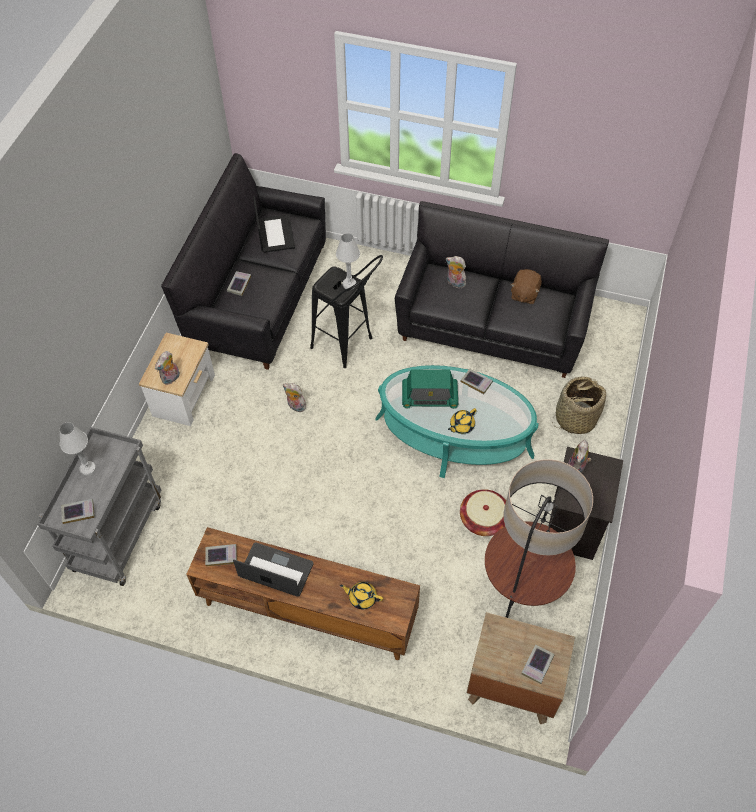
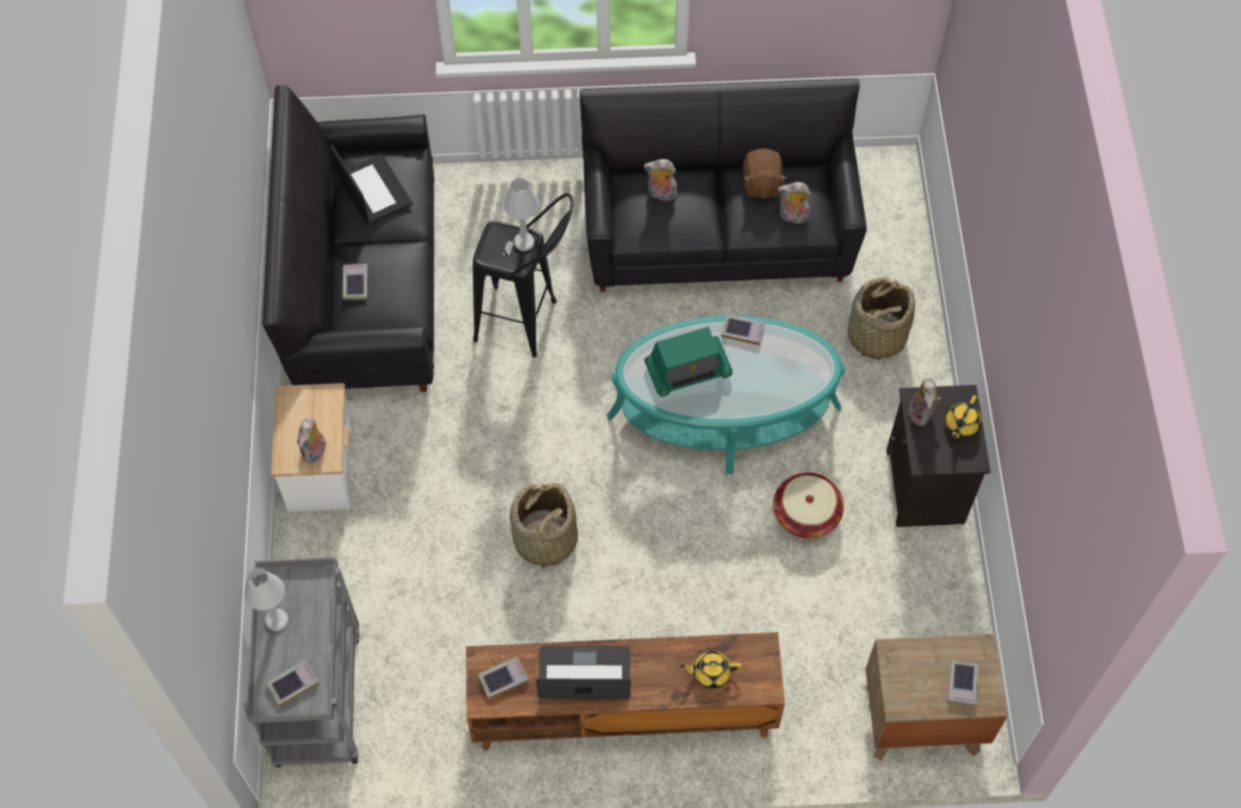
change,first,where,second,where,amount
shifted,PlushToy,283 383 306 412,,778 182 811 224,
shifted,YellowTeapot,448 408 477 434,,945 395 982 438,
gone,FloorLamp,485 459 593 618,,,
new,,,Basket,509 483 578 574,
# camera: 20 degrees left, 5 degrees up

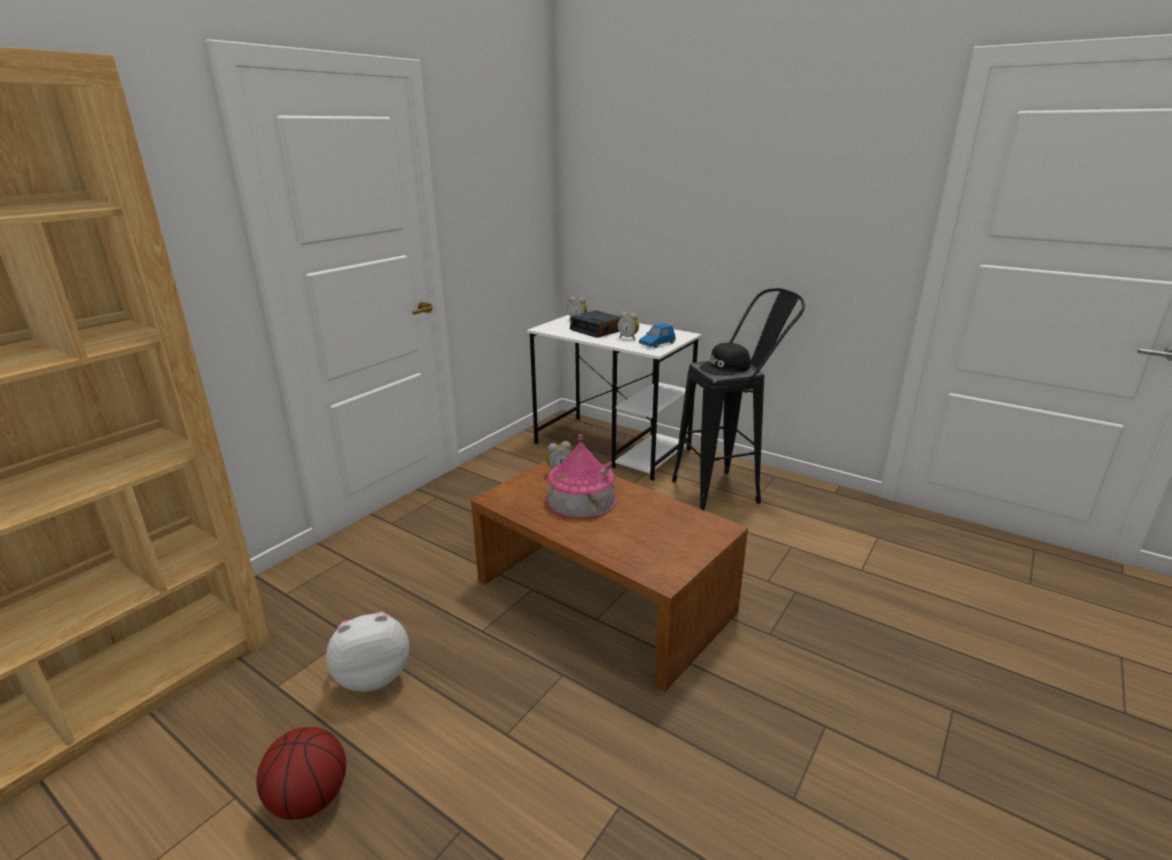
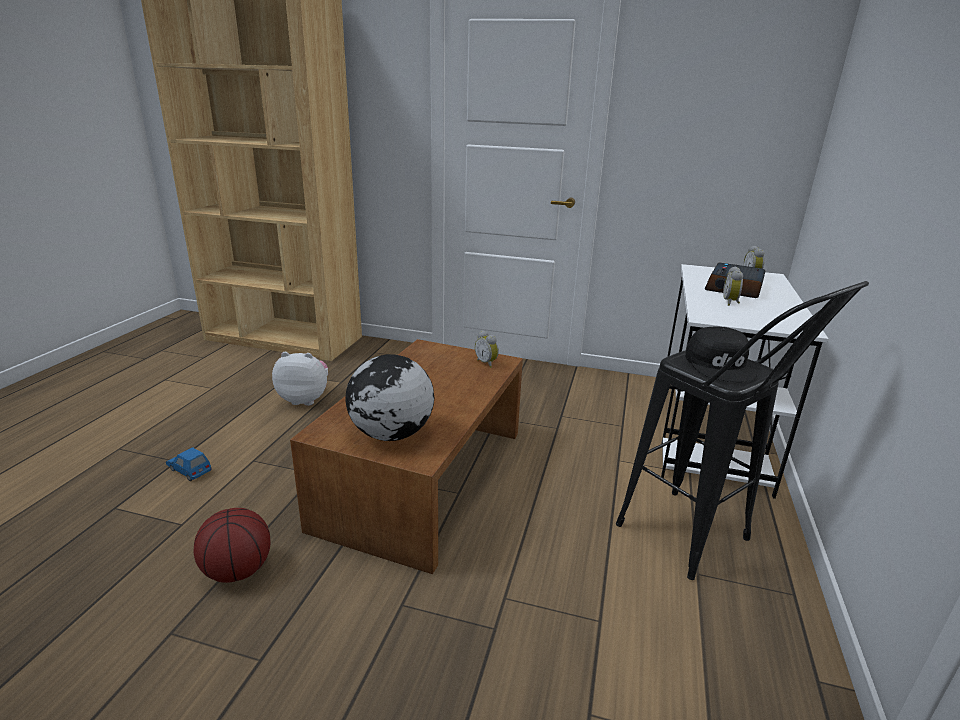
change,first,where,second,where,amount
shifted,Basketball,256 727 346 820,,194 508 271 583,
rotated,PlushToy,326 612 409 692,,272 352 328 406,45 degrees counterclockwise
gone,ToyHouse,545 434 617 519,,,
shifted,BlueToyCar,639 323 675 348,,166 447 212 481,
rotated,BlackCap,699 343 751 375,,685 327 757 382,135 degrees counterclockwise
new,,,Globe,345 354 434 441,
# camera: 70 degrees right, 0 degrees up

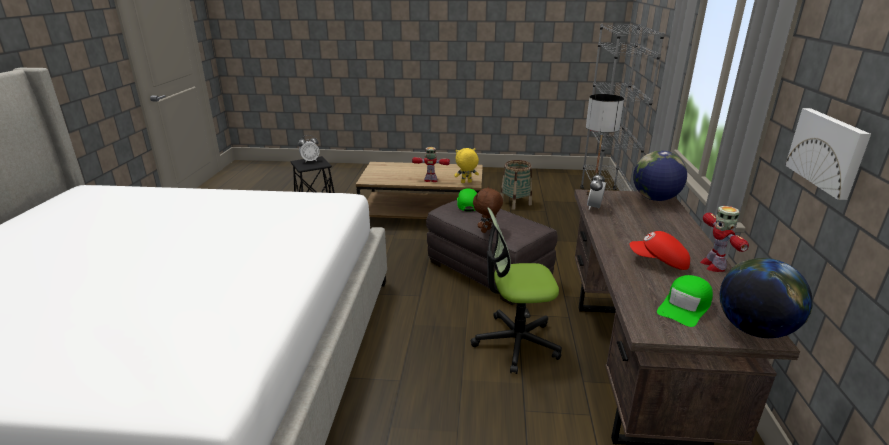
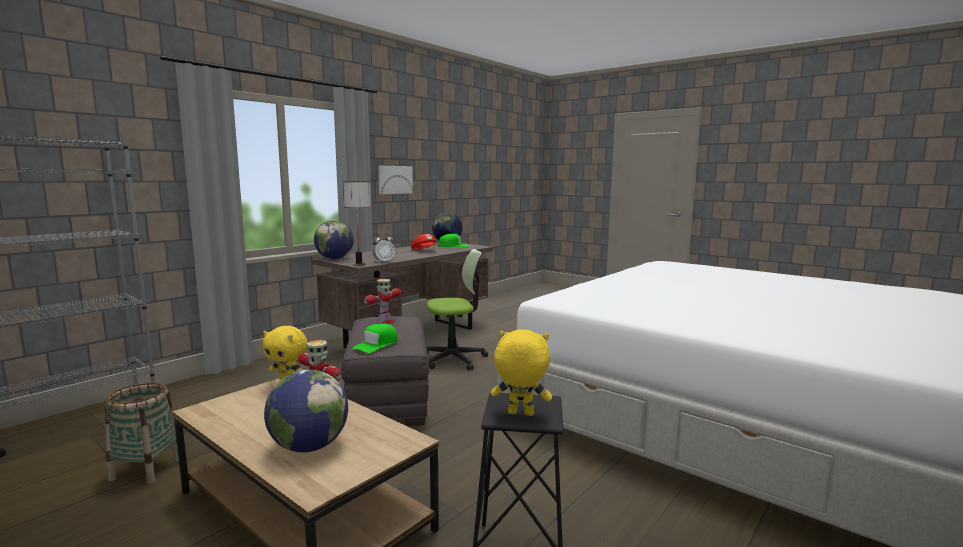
change,first,where,second,where,amount
swapped,AlarmClock,298 135 320 163,YellowPlushToy,491 329 552 416,
rotated,OfficeChair,471 207 562 374,,426 249 488 371,45 degrees counterclockwise
gone,BrownPlushToy,473 187 503 233,,,
shifted,ToyRobot,700 206 749 272,,364 279 401 324,
new,,,Globe,264 369 348 452,
# camera: 145 degrees left, 15 degrees down

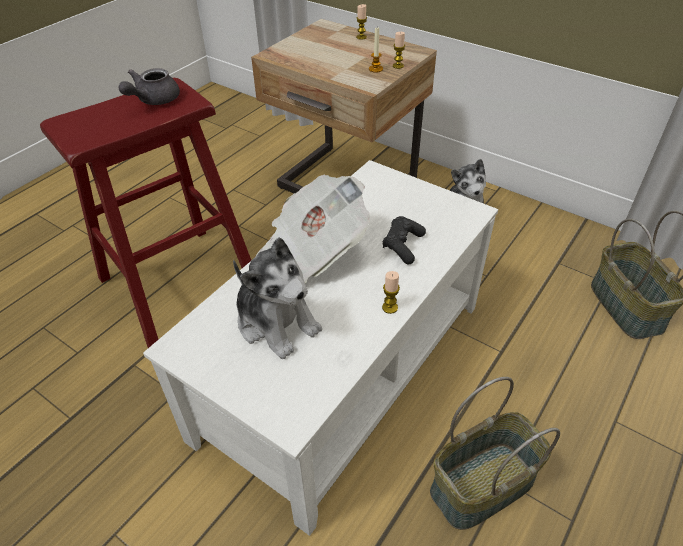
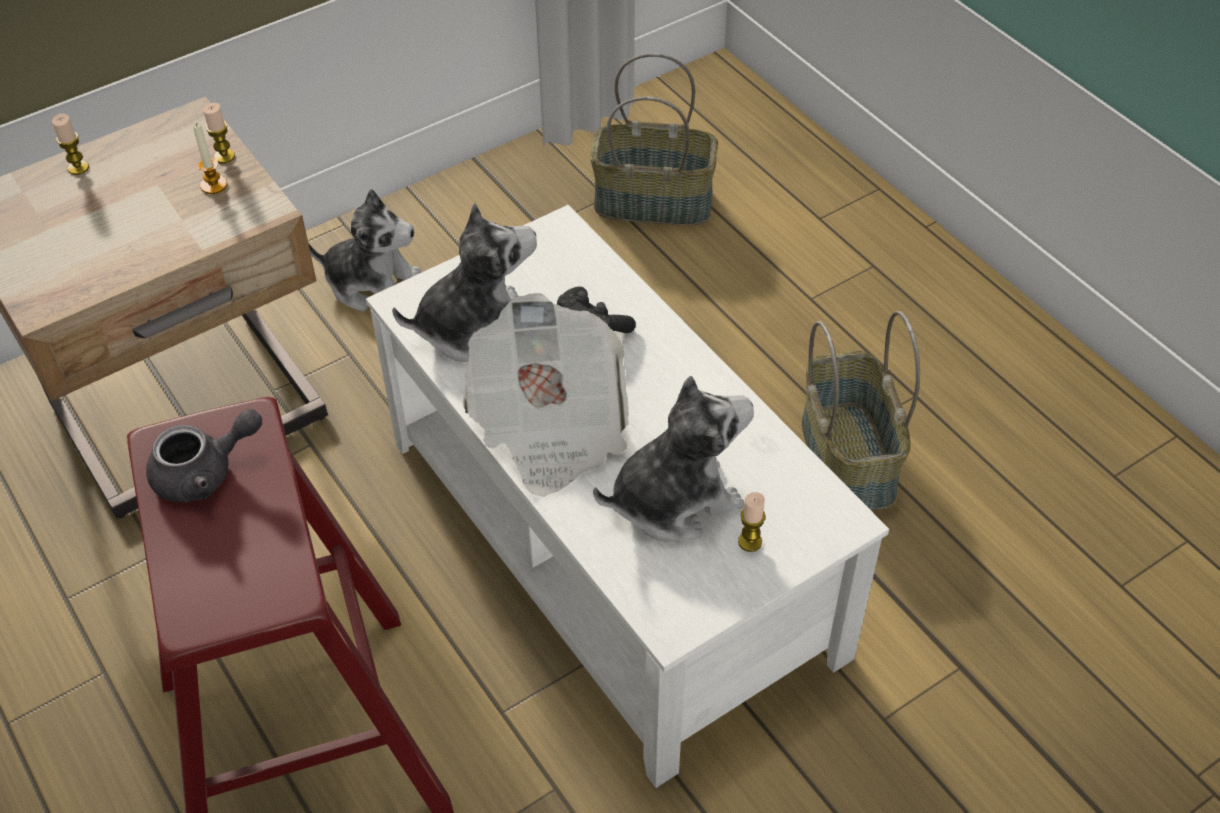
change,first,where,second,where,amount
rotated,GreyTeapot,119 68 180 105,,146 409 263 502,75 degrees counterclockwise
shifted,Candle,382 271 400 314,,738 492 766 552,
new,,,PlushToy,392 203 537 362,
# camera: 70 degrees left, 5 degrees up

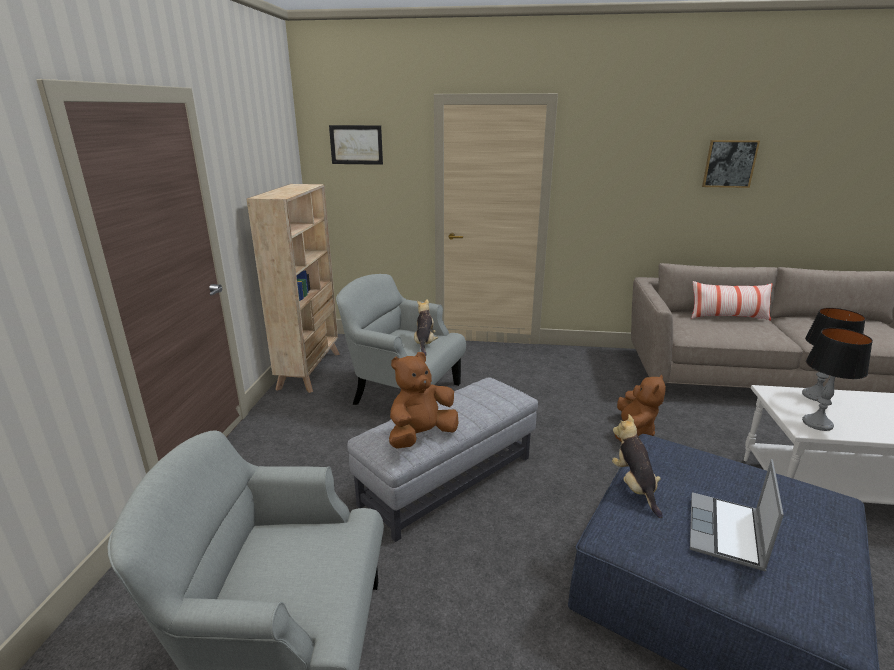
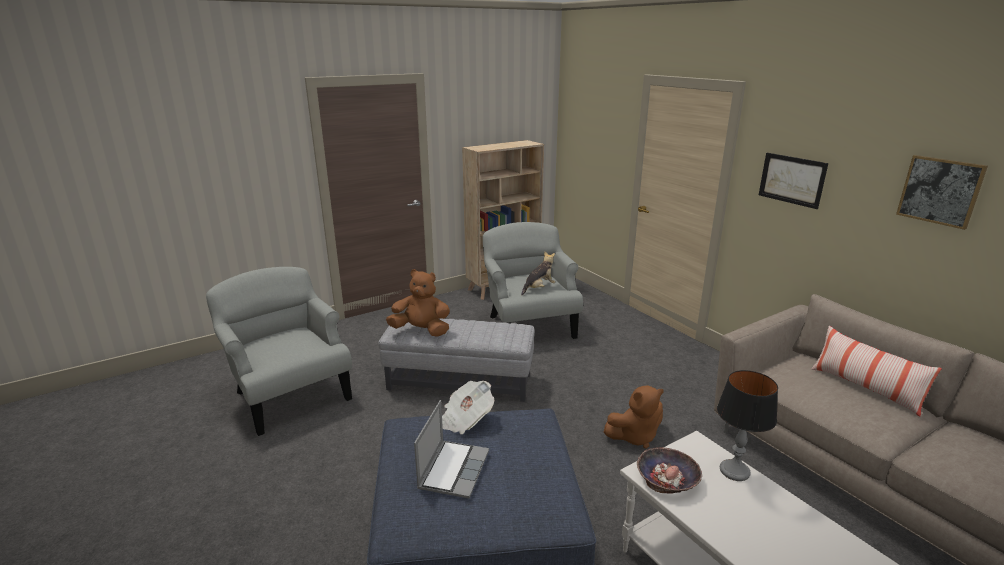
change,first,where,second,where,amount
shifted,Picture,329 125 383 165,,759 153 828 209,
swapped,PlushToy,612 414 663 518,Newspaper,442 381 494 434,
rotated,Laptop,690 459 784 572,,414 400 489 498,120 degrees clockwise
swapped,TableLamp,802 328 873 431,Bowl,637 448 702 494,
# camera: 50 degrees right, 0 degrees up

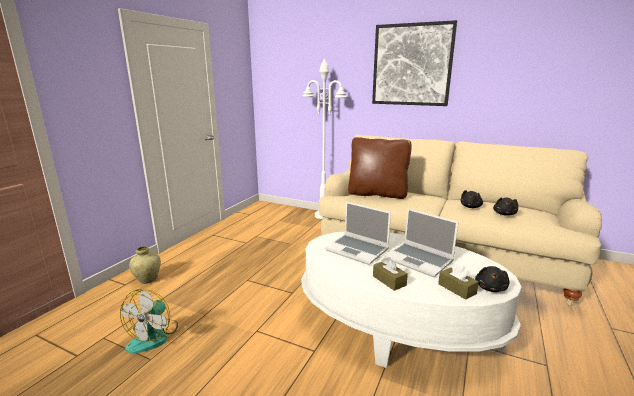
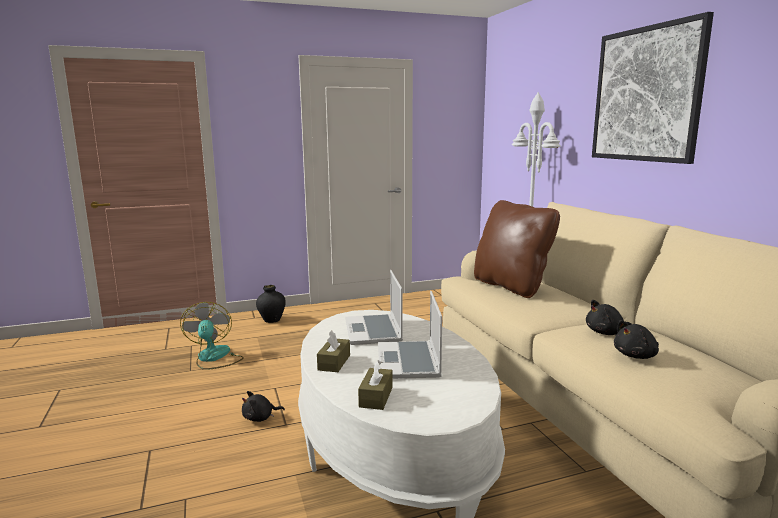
change,first,where,second,where,amount
rotated,Fan,120 289 178 353,,180 302 244 370,105 degrees clockwise
repainted,BeigeVase,129 246 161 284,BlackVase,256 285 286 323,
shifted,BlackPlushToy,475 266 510 292,,242 391 285 422,
# camera: 45 degrees right, 5 degrees down

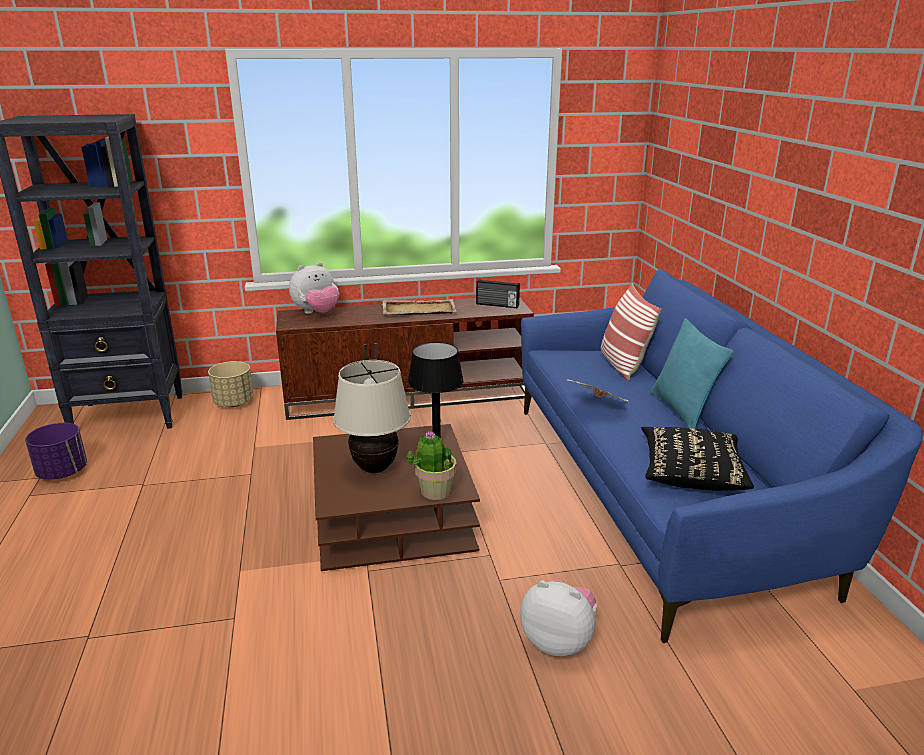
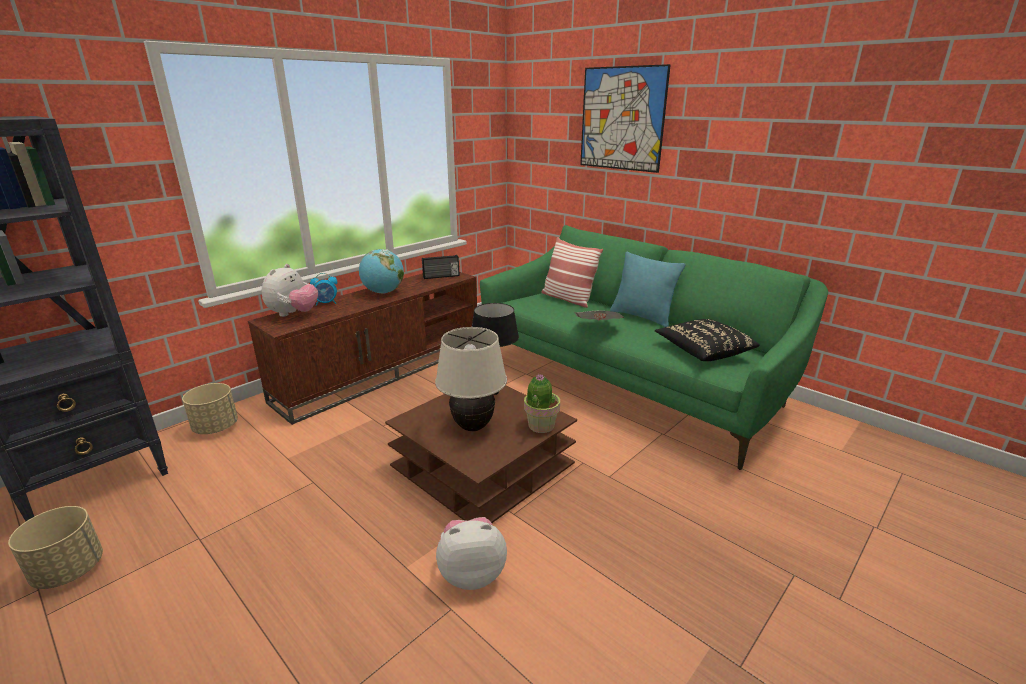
change,first,where,second,where,amount
repainted,PurplePlanter,25 423 87 480,BeigePlanter,8 506 103 589,
swapped,BeigeTray,383 299 457 315,Globe,359 249 404 294,
shifted,PlushToy,520 579 597 656,,436 517 507 590,
repainted,BlueSofa,521 269 923 643,GreenSofa,480 225 828 470,
new,,,AlarmClock,310 273 337 306,
new,,,Picture,580 64 671 173,
# camera: 35 degrees left, 0 degrees up

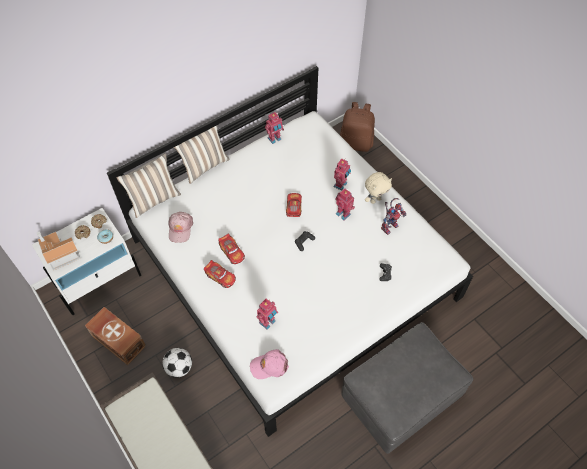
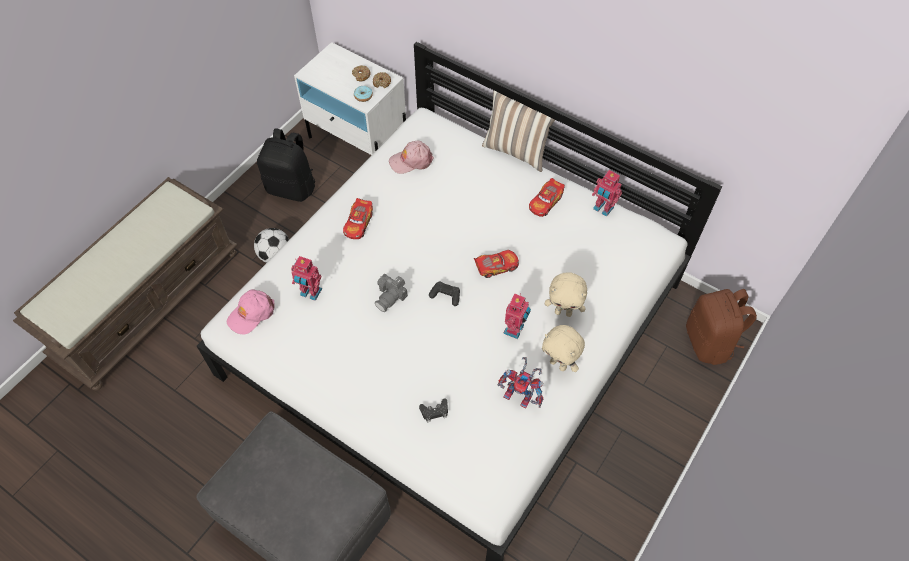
change,first,where,second,where,amount
gone,ToyHouse,37 231 80 270,,,
swapped,BrownStorageBox,85 307 146 365,BlackBackpack,257 128 315 202,
gone,Pillow,117 153 181 218,,,
shifted,ToyCar,218 234 245 264,,529 178 565 217,
rotated,PinkCap,250 349 289 379,,227 289 275 334,105 degrees counterclockwise
swapped,ToyRobot,333 158 351 191,BeigePlushToy,545 272 587 317,
new,,,PhotoCamera,375 274 408 312,
# camera: 70 degrees right, 0 degrees up

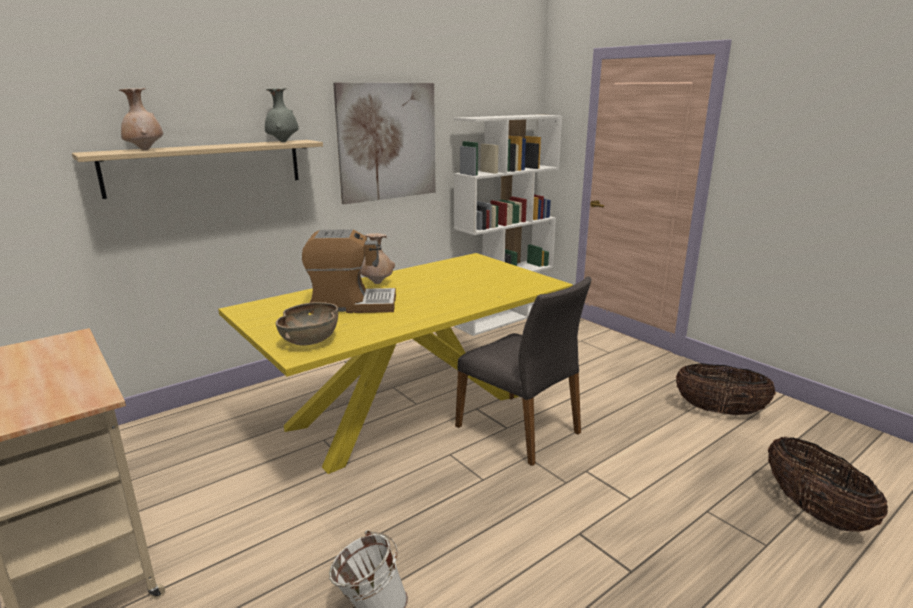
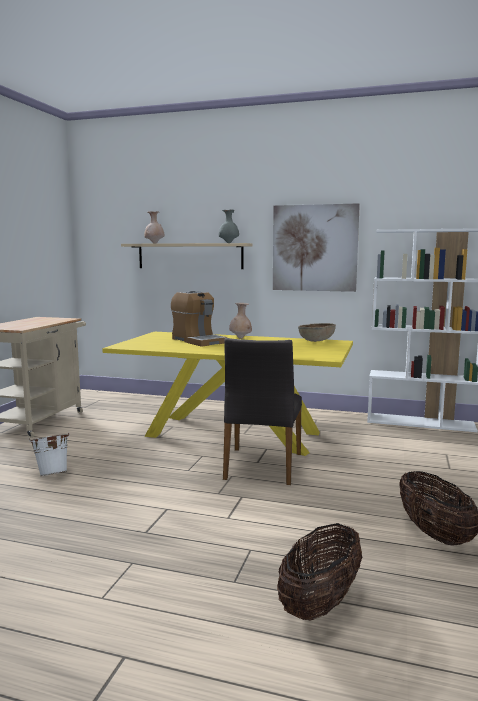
change,first,where,second,where,amount
shifted,BrownBowl,276 302 338 345,,298 323 336 342,
# camera: 55 degrees right, 10 degrees down

